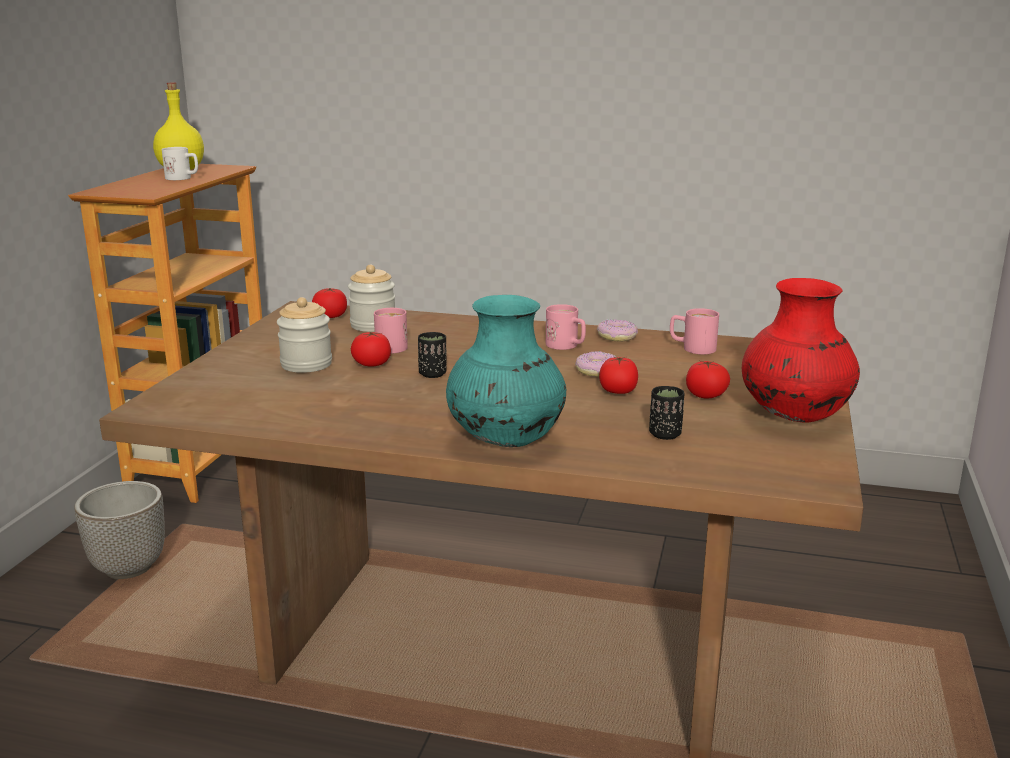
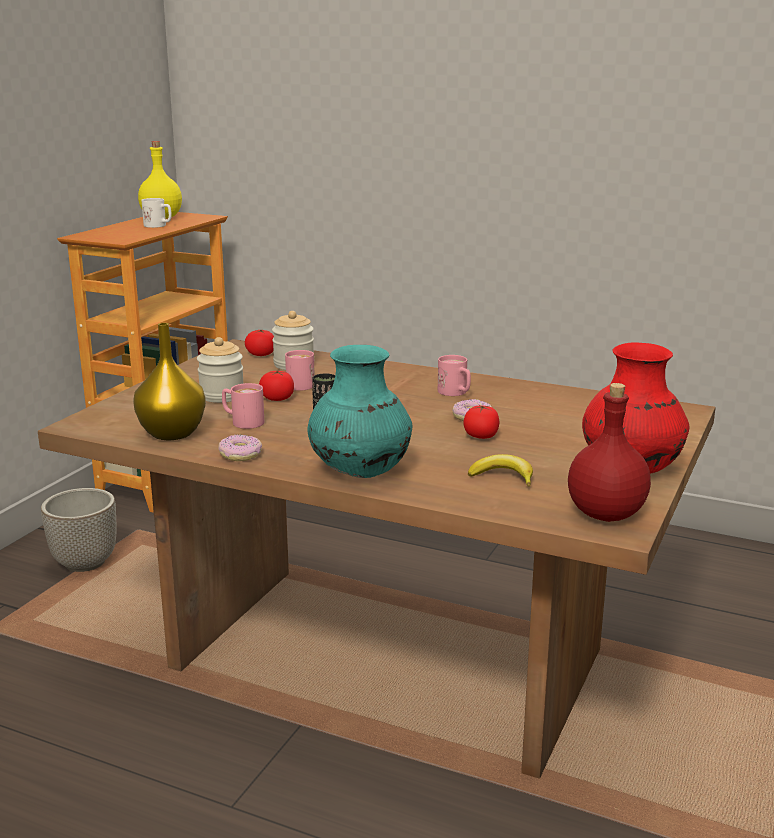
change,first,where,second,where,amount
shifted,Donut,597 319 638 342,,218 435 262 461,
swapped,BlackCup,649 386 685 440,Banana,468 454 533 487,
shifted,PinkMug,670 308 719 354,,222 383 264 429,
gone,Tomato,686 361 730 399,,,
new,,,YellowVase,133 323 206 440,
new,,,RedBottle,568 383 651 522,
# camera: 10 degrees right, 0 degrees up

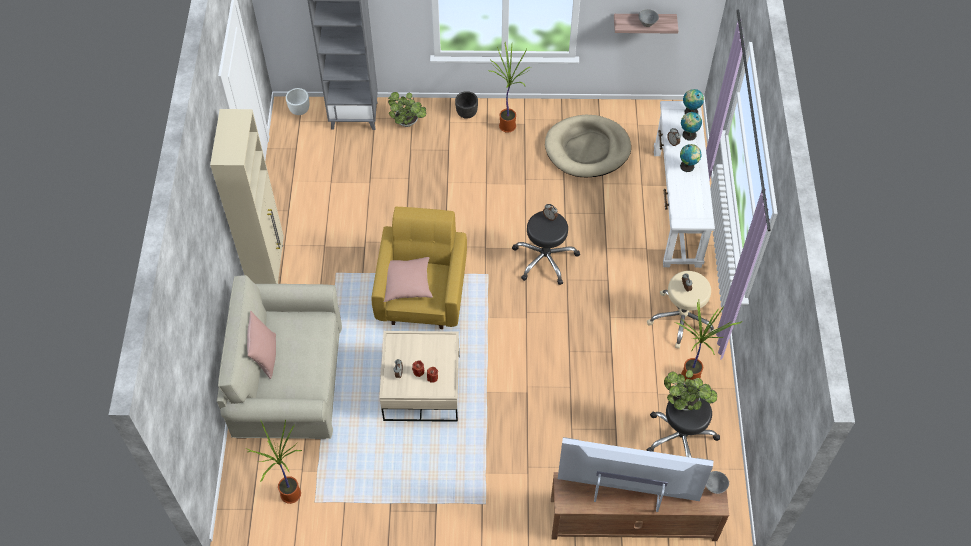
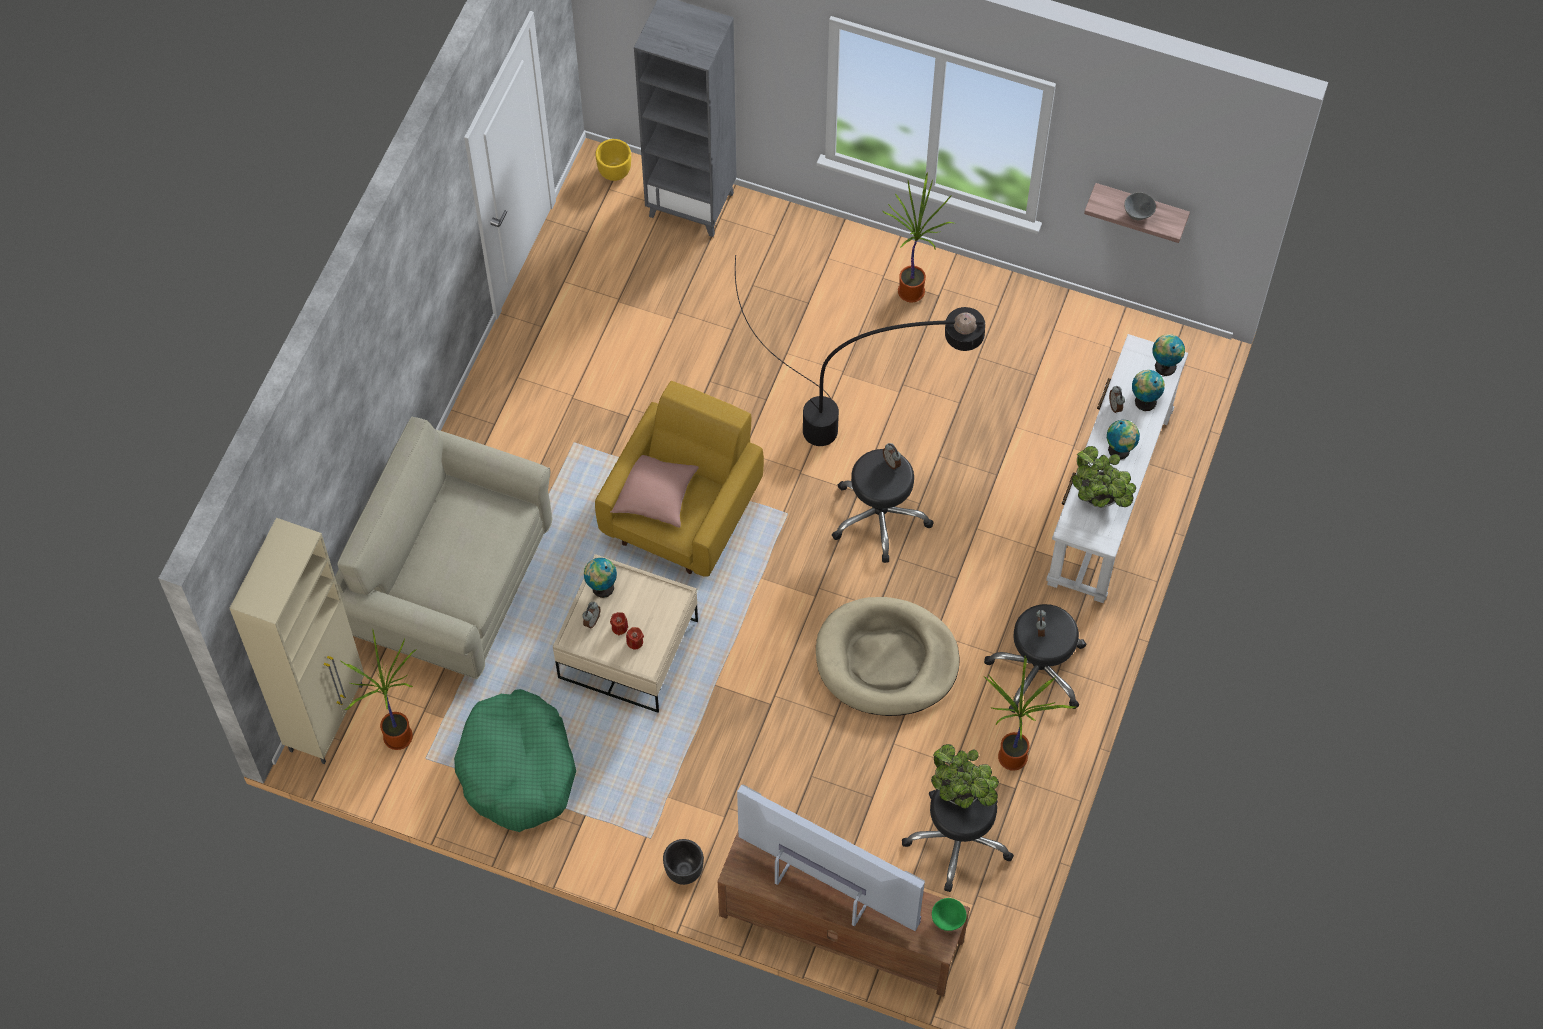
change,first,where,second,where,amount
shifted,BeigeCabinet,210 109 284 284,,229 518 364 764,
gone,PinkPillow,247 311 276 379,,,
repainted,WhitePlanter,286 88 309 115,YellowPlanter,595 139 631 181,
shifted,PottedPlant,388 92 426 127,,1072 446 1136 507,
shifted,BlackPlanter,455 91 478 119,,663 839 704 885,
shifted,BeigeDogBed,545 115 631 177,,816 597 960 716,
repainted,BeigeStool,647 271 715 349,BlackStool,984 604 1087 713,
repainted,GreyBowl,706 471 729 494,GreenBowl,932 898 966 931,
new,,,GreenDogBed,454 689 576 832,
new,,,Globe,584 558 617 598,
new,,,BlackFloorLamp,735 255 985 446,
# camera: 20 degrees right, 5 degrees up

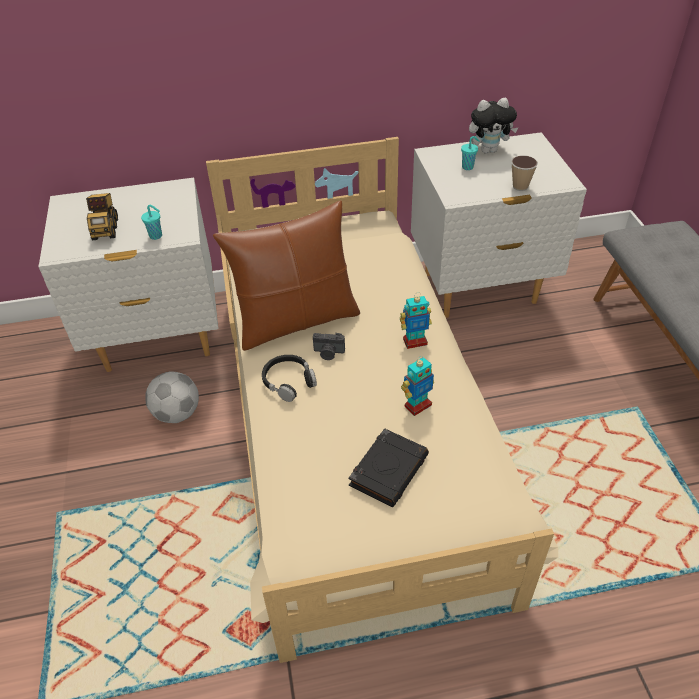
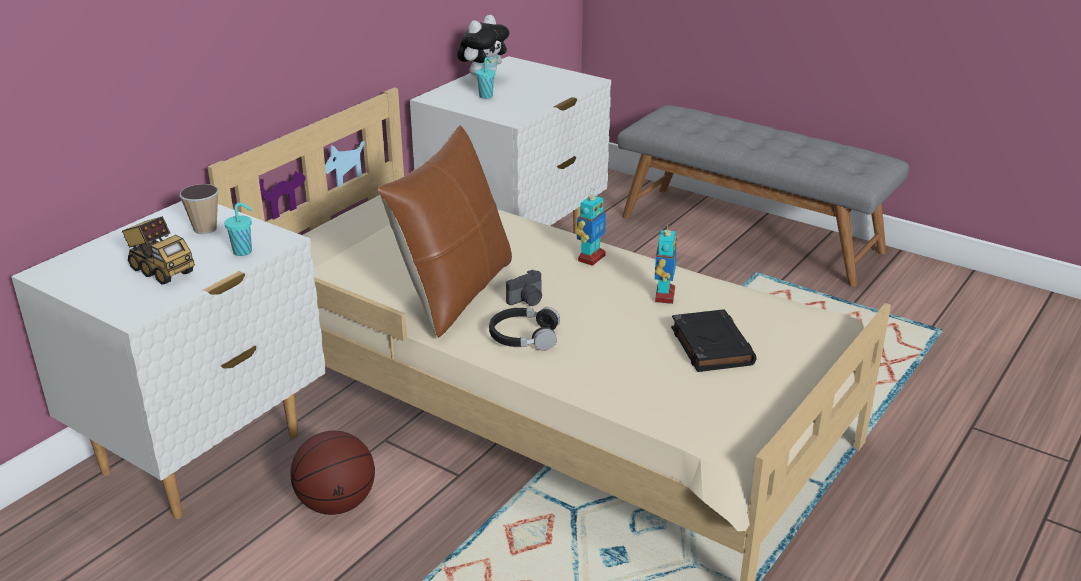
change,first,where,second,where,amount
swapped,Football,145 372 199 423,Basketball,290 431 375 515,
shifted,Cup,511 155 538 191,,179 184 219 234,
# camera: 45 degrees left, 15 degrees down

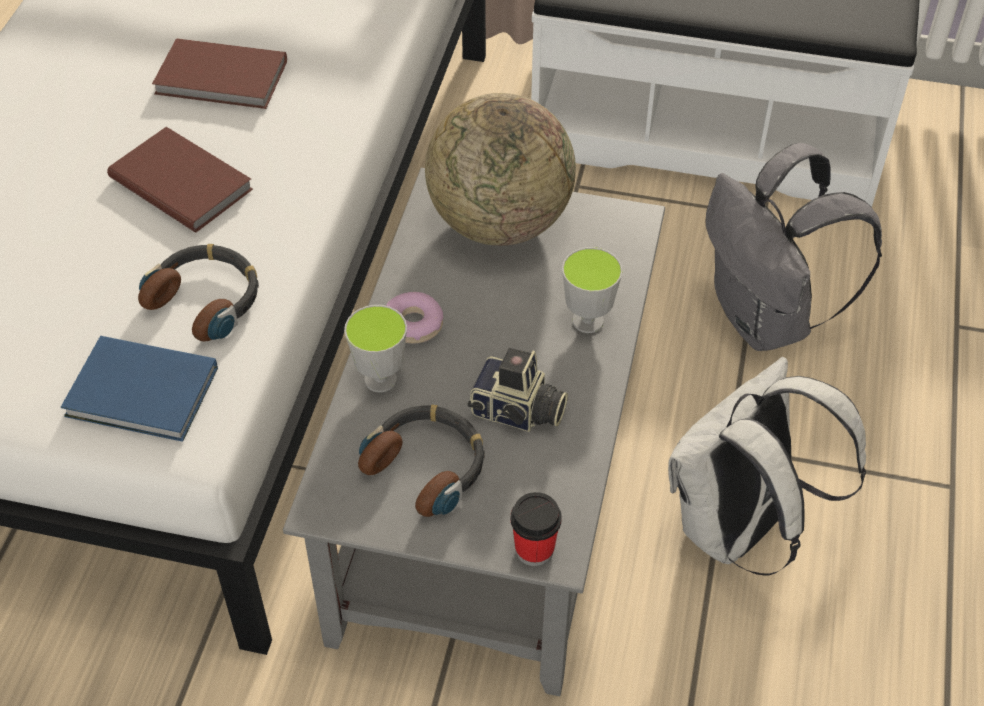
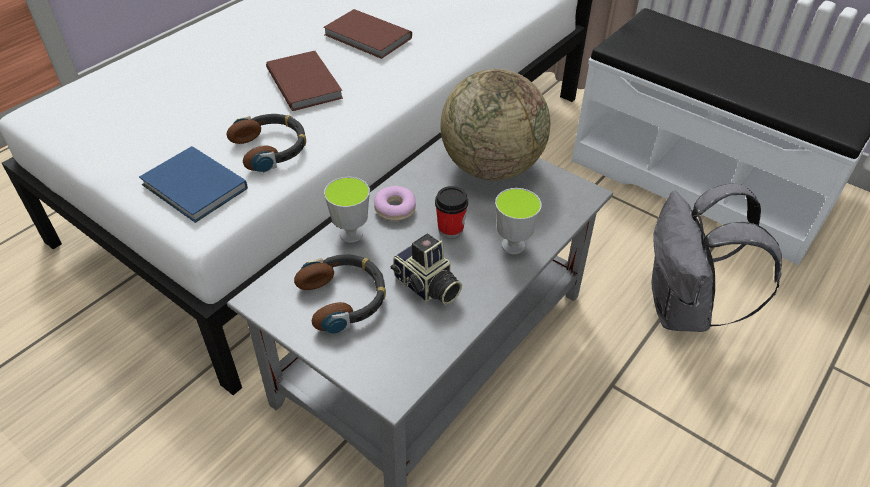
change,first,where,second,where,amount
shifted,Cup,510 492 562 566,,435 186 468 239,
gone,WhiteBackpack,668 357 866 576,,,
# camera: 25 degrees right, 5 degrees down

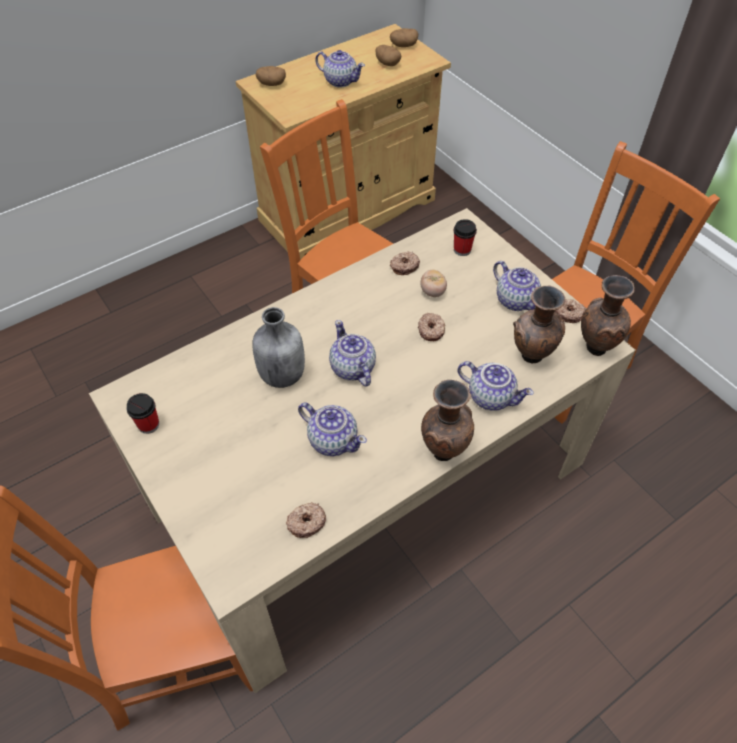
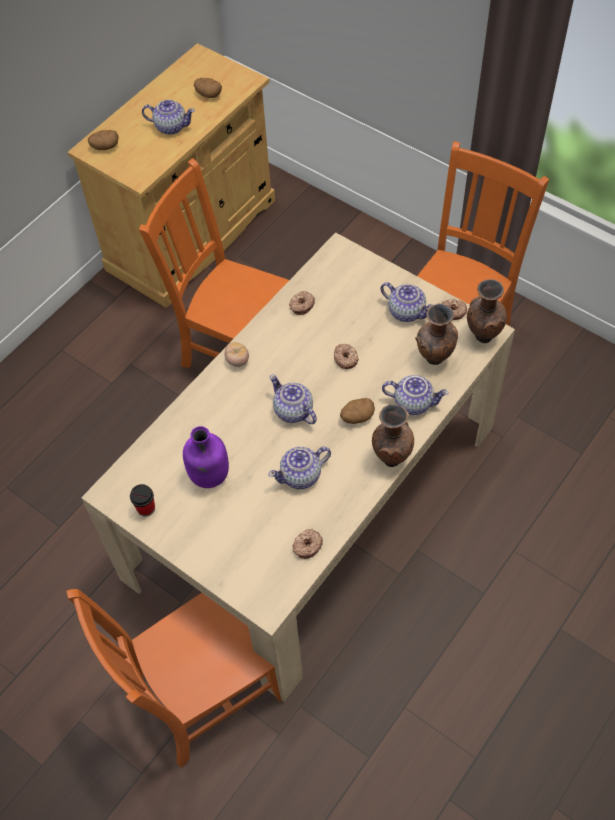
change,first,where,second,where,amount
gone,GreyBottle,252 307 305 388,,,
rotated,Teapot,298 403 367 456,,268 447 331 489,135 degrees clockwise
shifted,Potato,390 28 418 47,,340 398 375 424,
shifted,Tomato,421 270 447 297,,224 342 249 367,
gone,Cup,454 219 477 256,,,
new,,,PurpleBottle,183 426 229 488,
# camera: 15 degrees left, 5 degrees up

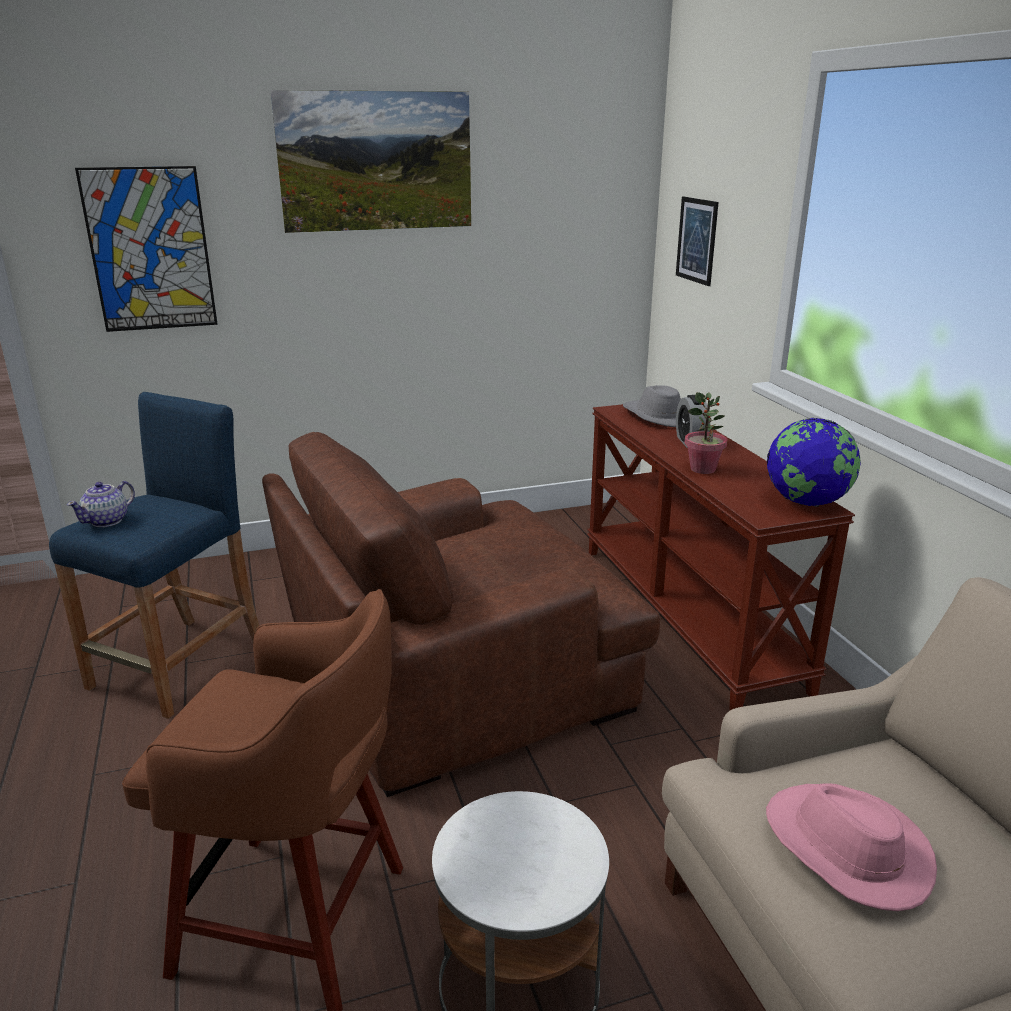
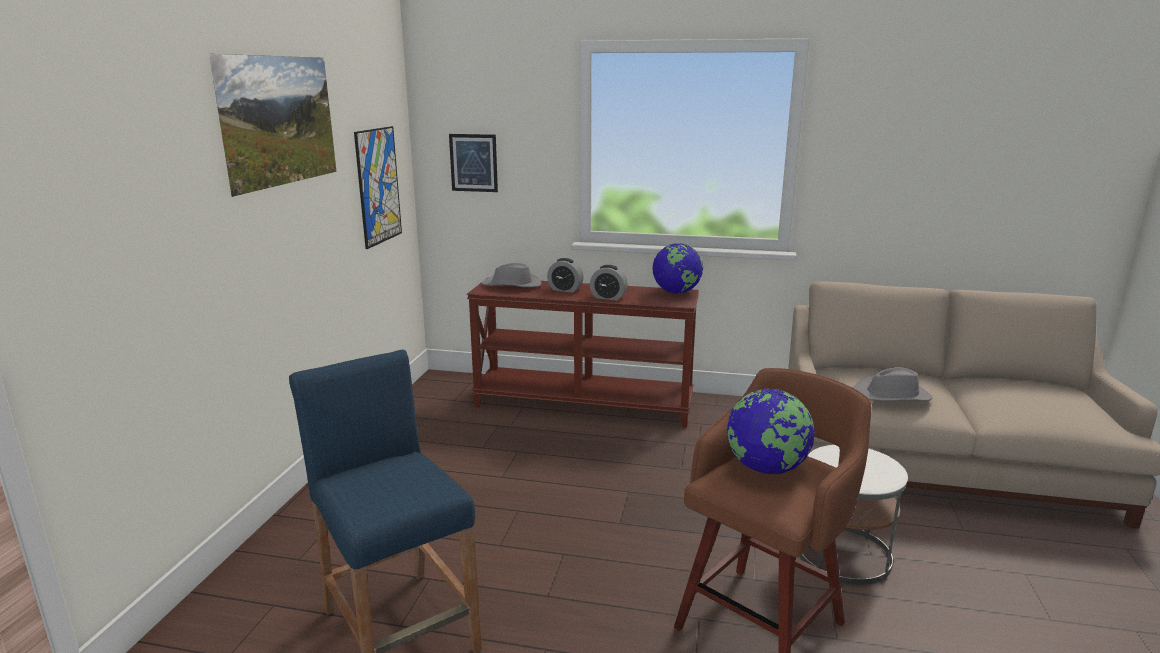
change,first,where,second,where,amount
gone,Teapot,67 481 135 527,,,
shifted,Picture,75 166 218 332,,354 126 402 249,
gone,BrownArmchair,262 432 660 797,,,
swapped,PottedPlant,685 392 727 474,AlarmClock,590 265 628 300,
repainted,PinkHat,766 783 937 911,GreyHat,853 367 932 401,
new,,,Globe,727 388 815 474,
# camera: 60 degrees left, 5 degrees down

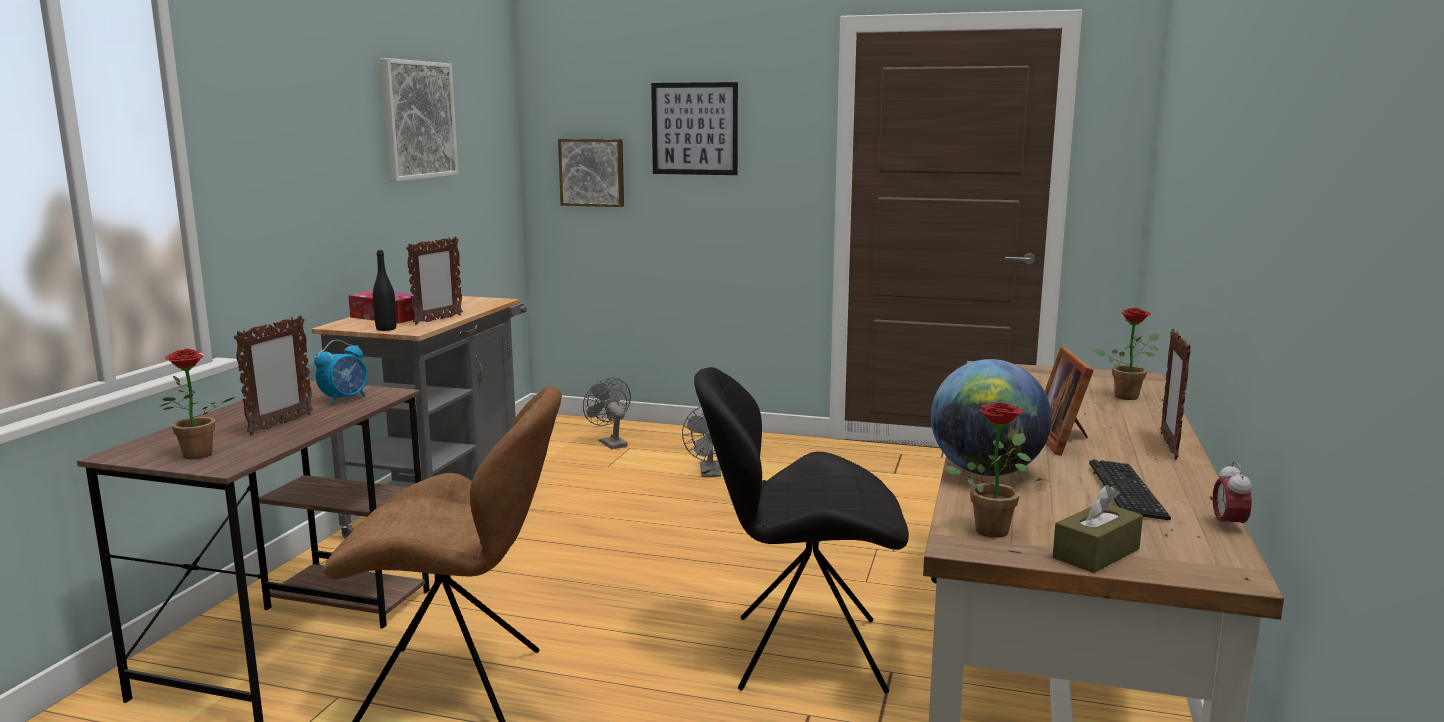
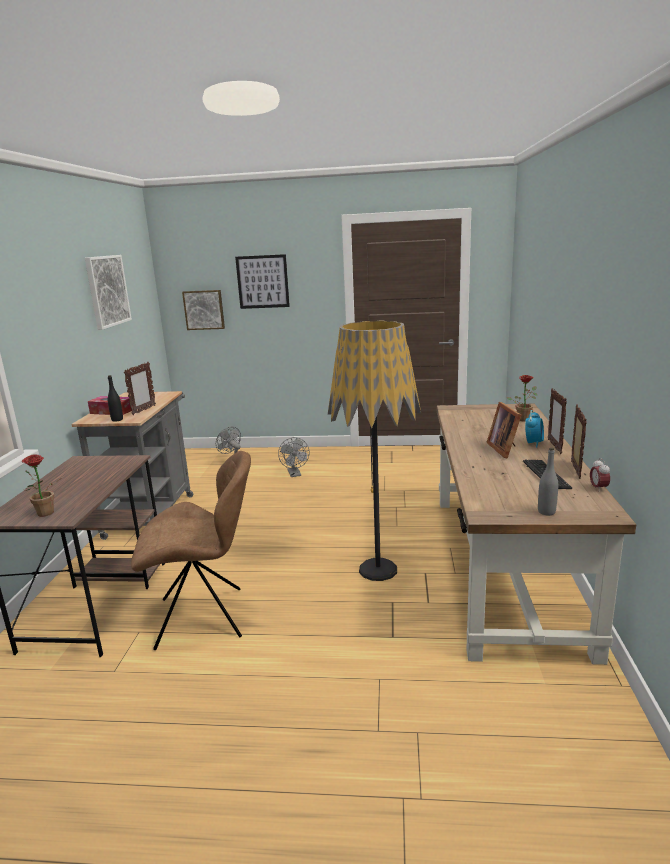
change,first,where,second,where,amount
shifted,PictureFrame,234 315 313 435,,571 404 587 479,
shifted,AlarmClock,314 340 367 405,,525 410 544 448,
swapped,BlackChair,694 367 909 693,FloorLamp,328 321 421 581,
gone,Globe,931 359 1051 476,,,
gone,PottedPlant,945 402 1031 538,,,
swapped,BrownTissueBox,1053 485 1143 573,GreyBottle,538 448 558 516,
# camera: 10 degrees left, 5 degrees up

